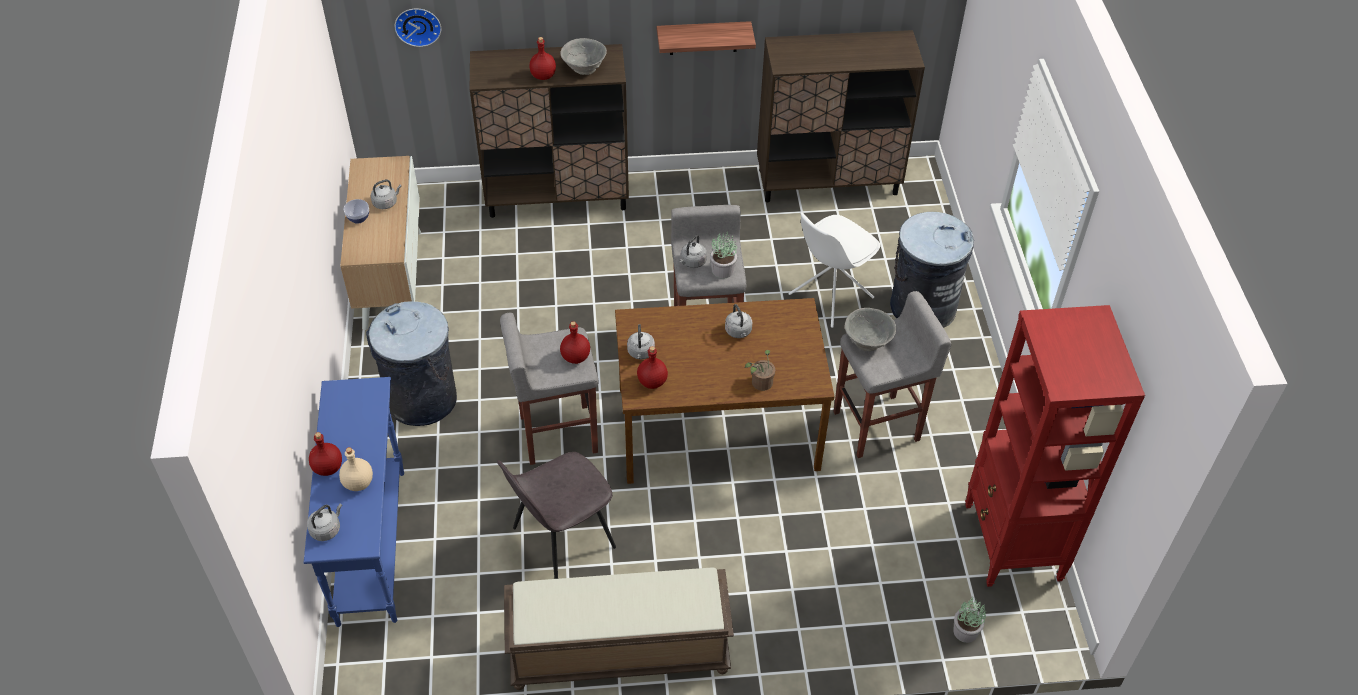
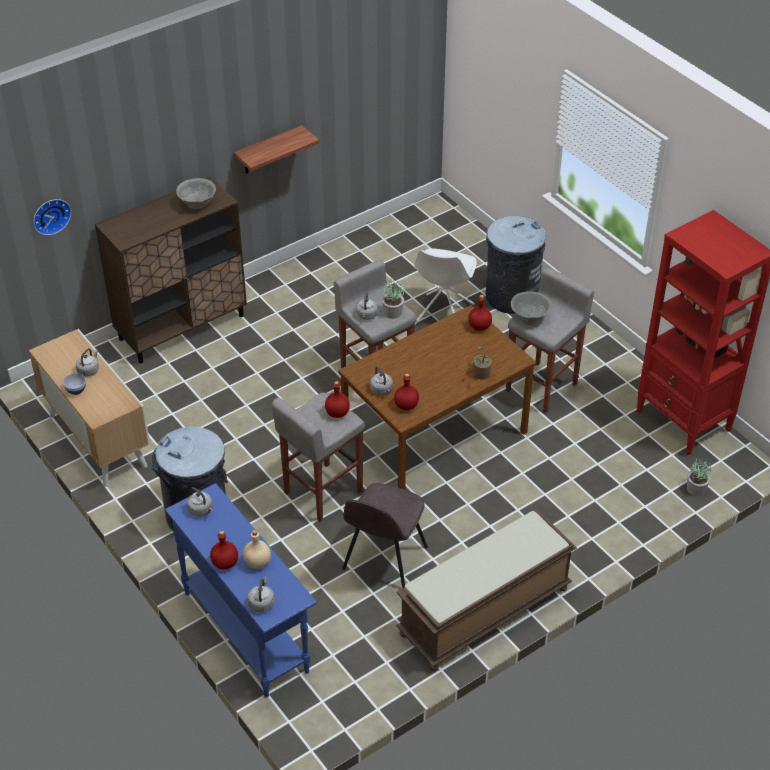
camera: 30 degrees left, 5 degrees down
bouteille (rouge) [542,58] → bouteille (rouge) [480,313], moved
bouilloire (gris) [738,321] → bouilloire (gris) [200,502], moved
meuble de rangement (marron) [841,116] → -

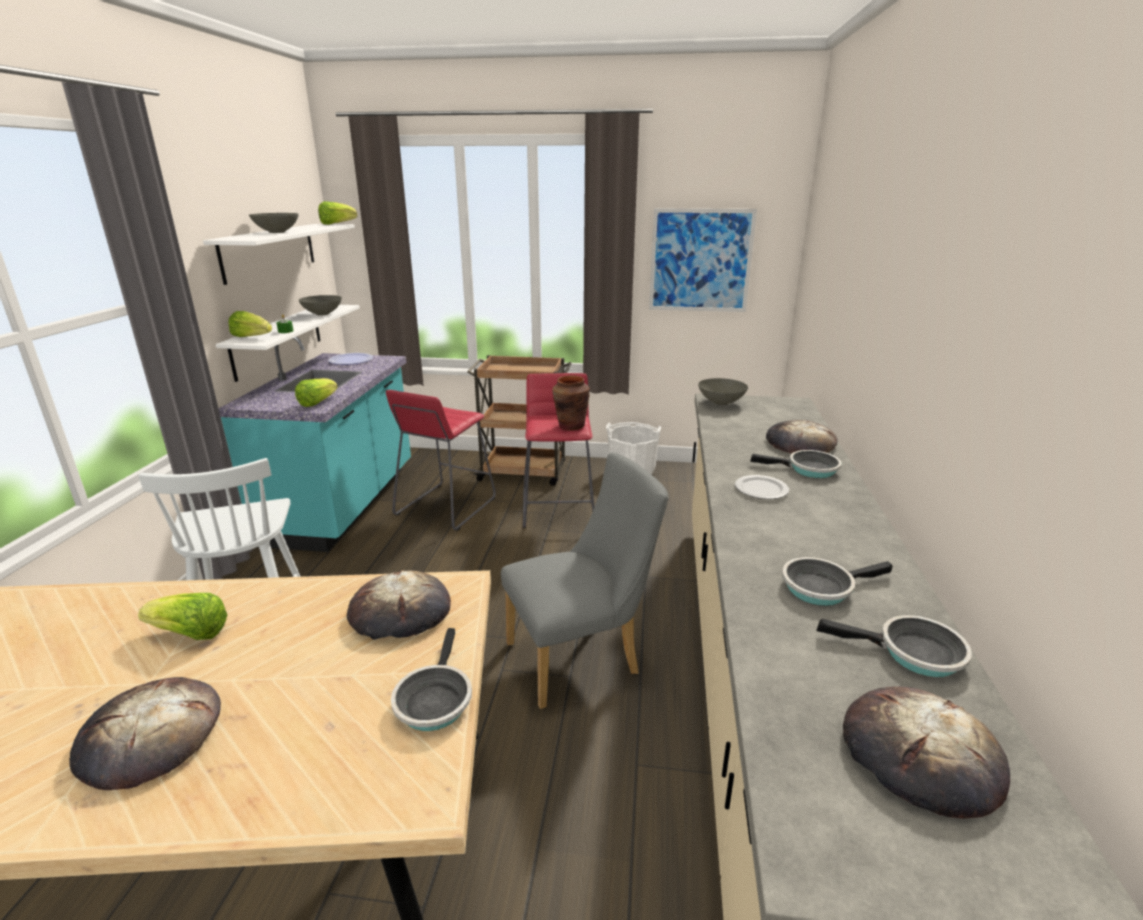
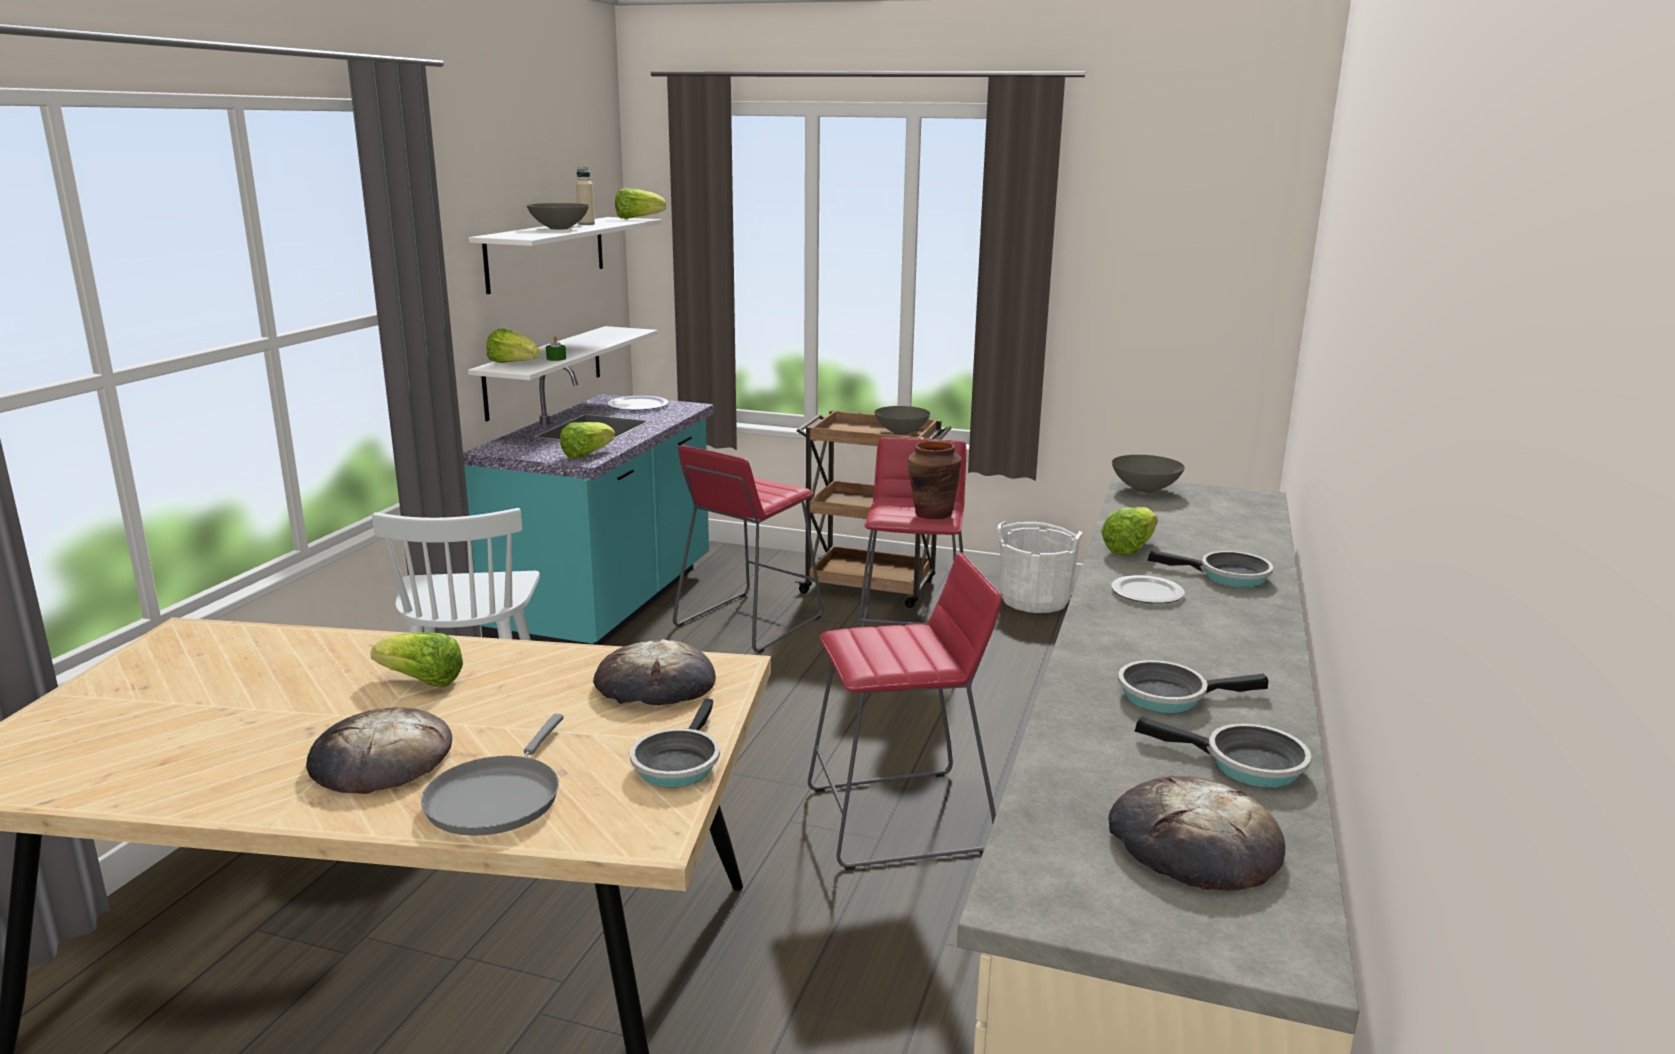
camera: 10 degrees right, 5 degrees down
bol (gris) [320,305] → bol (gris) [902,420], moved
chaise (gris) [585,580] → tabouret (rouge) [905,711]
tableau [703,260] → -
pain [801,436] → -
- → poêle (gris) [492,775]
- → bouteille (beige) [585,196]
- → laitue [1129,531]

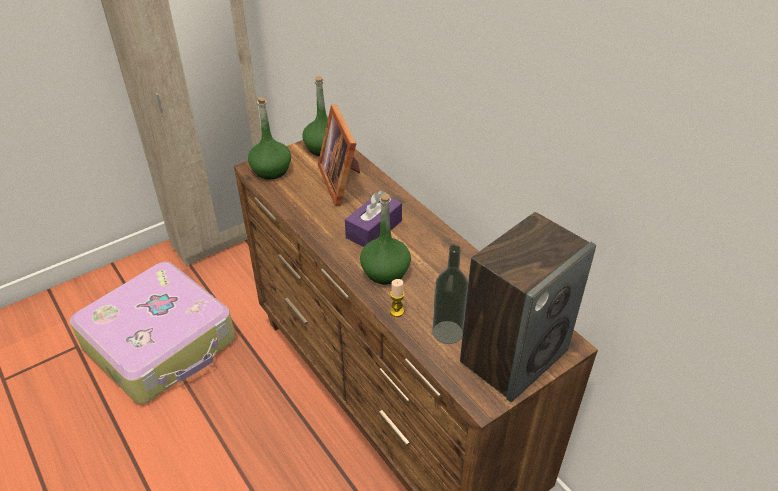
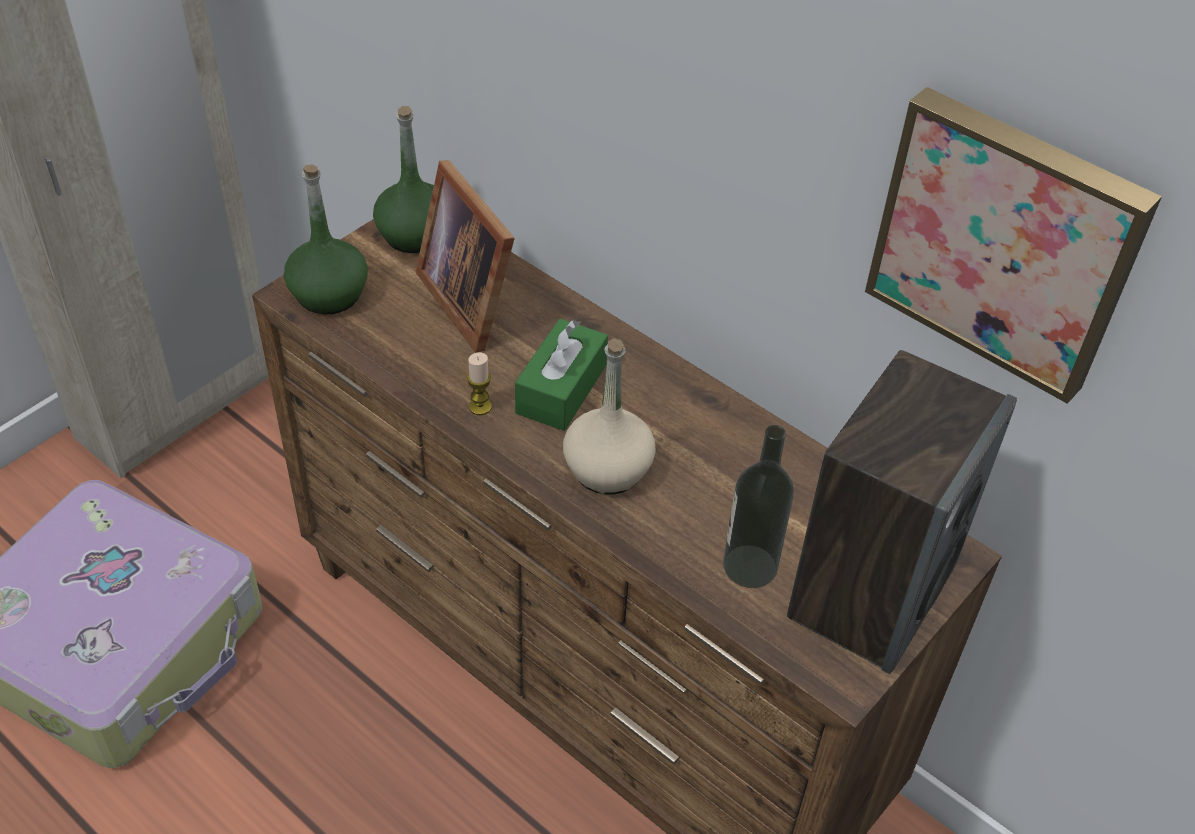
camera: 15 degrees left, 5 degrees up
boîte à mouchoirs (violet) [373,218] → boîte à mouchoirs (vert) [561,375]
bouteille (vert) [385,238] → bouteille (beige) [609,416]
bougie [397,298] → bougie [479,384], moved
- → tableau [1013,245]

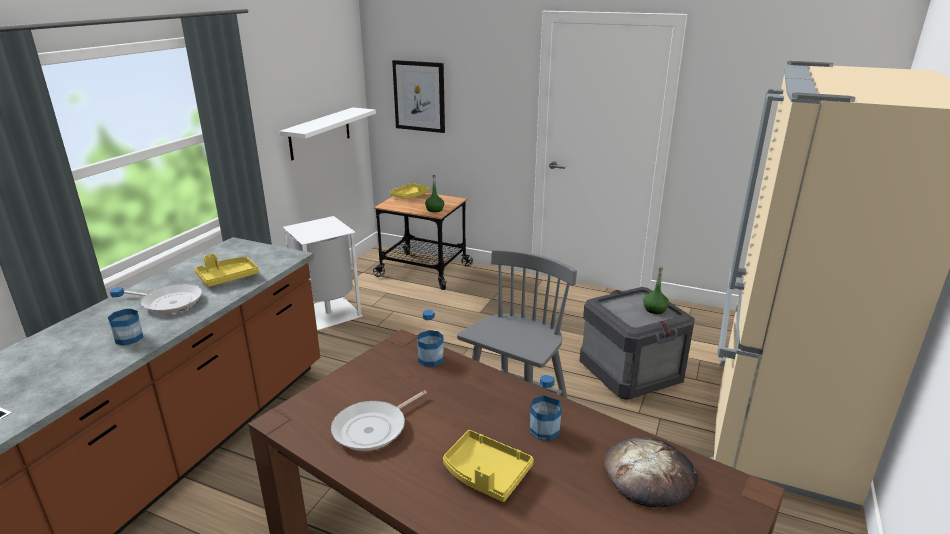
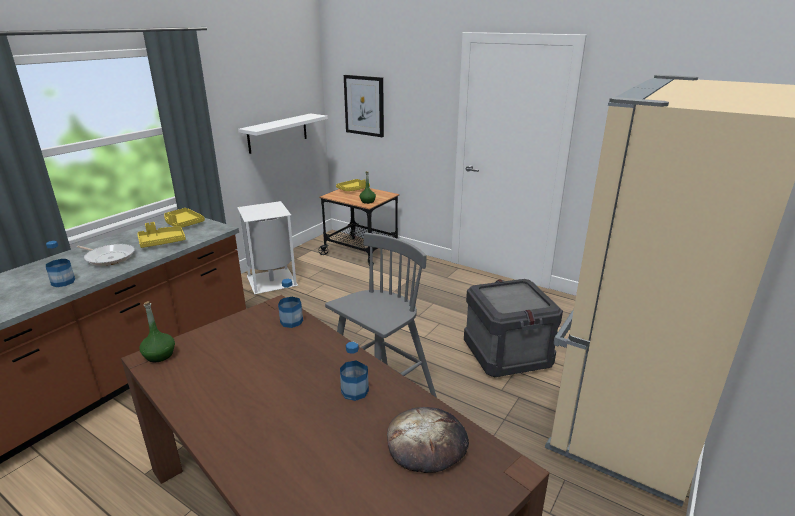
camera: 10 degrees right, 0 degrees up
poêle [379,420] → -
plateau (jaune) [488,466] → plateau (jaune) [184,218], moved
bouteille (vert) [656,290] → bouteille (vert) [157,331], moved

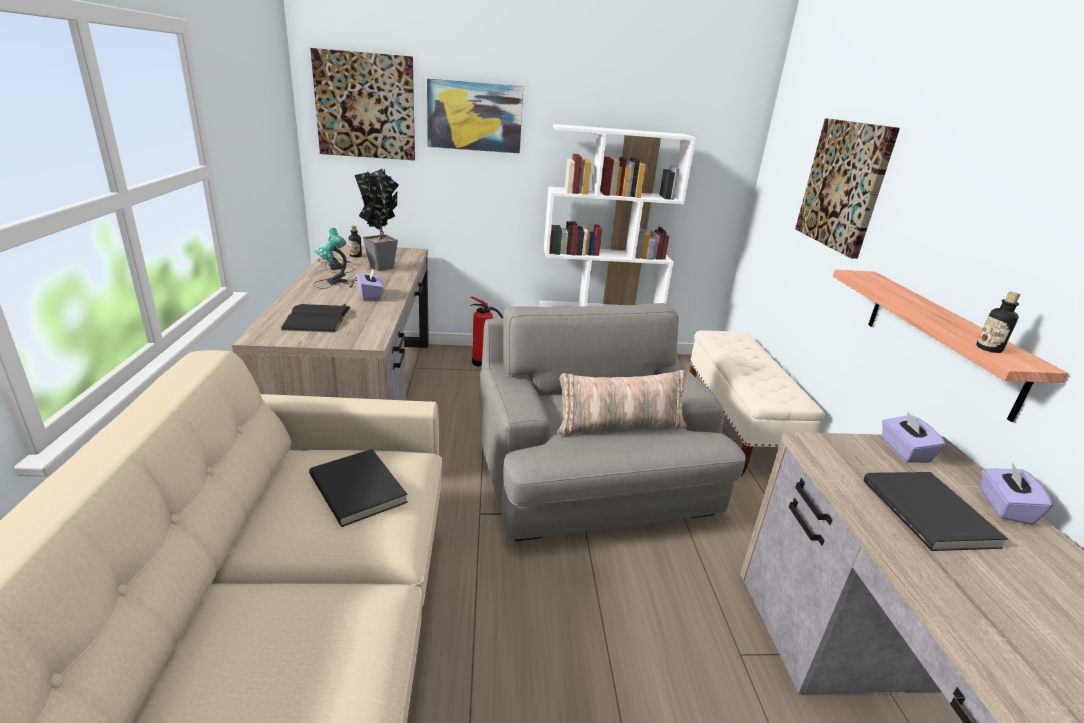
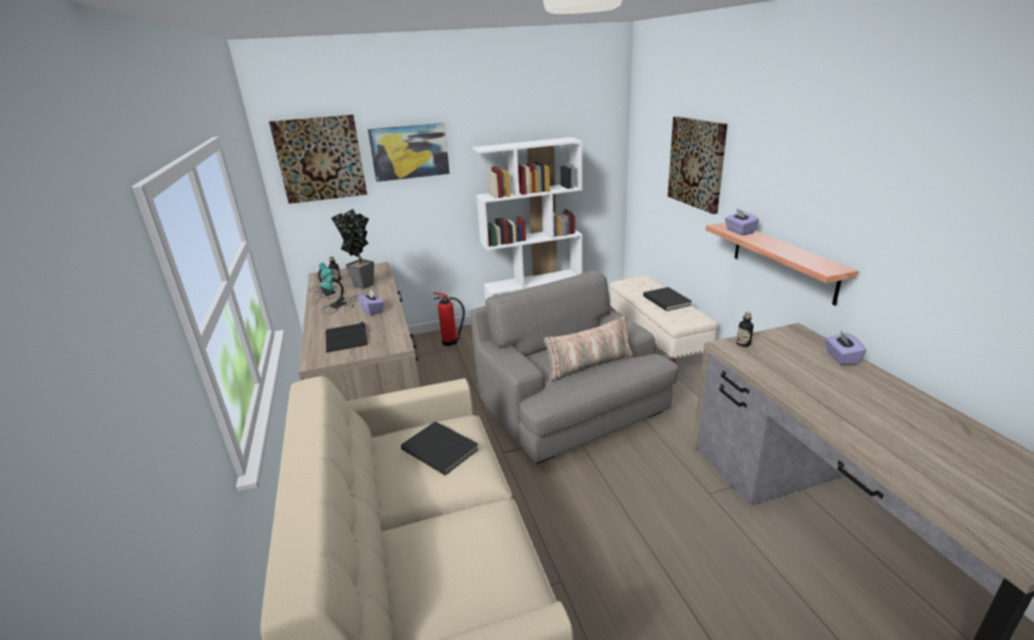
camera: 10 degrees left, 0 degrees up
livre (noir) [936,511] → livre (noir) [667,299], moved
boîte à mouchoirs (violet) [914,437] → boîte à mouchoirs (violet) [742,221], moved
bouteille [998,322] → bouteille [745,329], moved

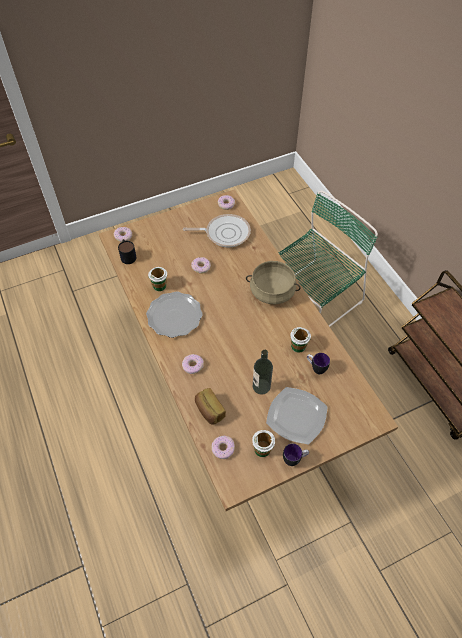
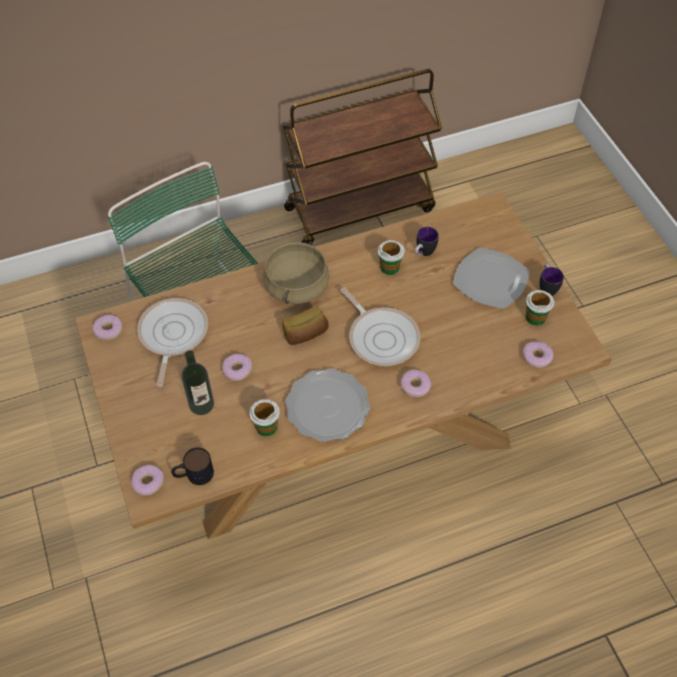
camera: 85 degrees left, 0 degrees up
pain [210,406] → pain [305,325], moved
bouteille [263,372] → bouteille [197,382], moved
- → poêle [380,326]

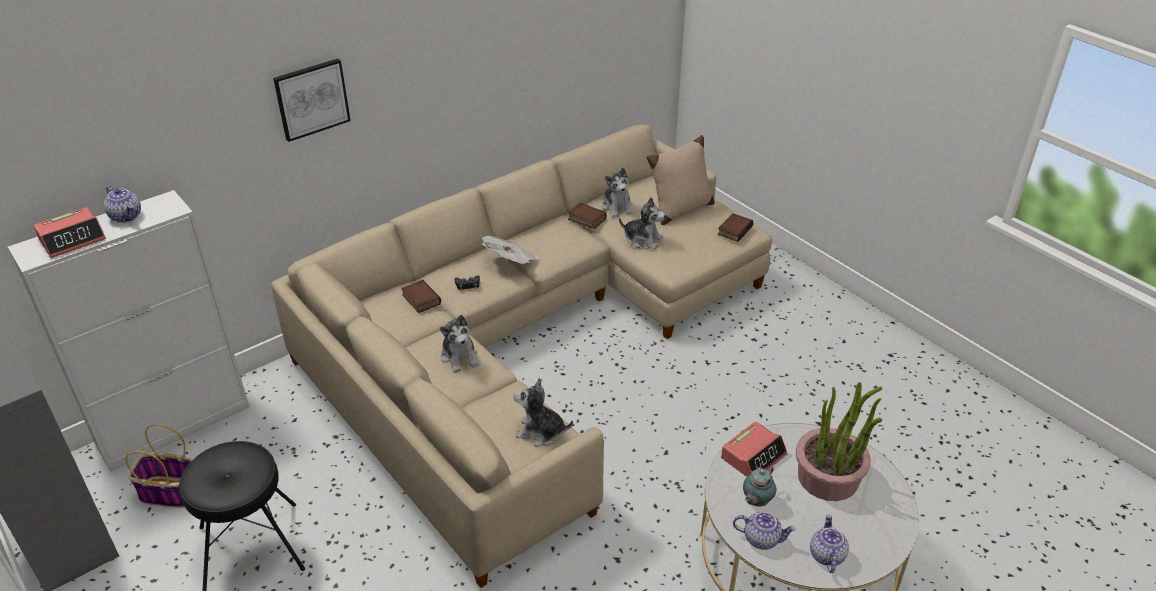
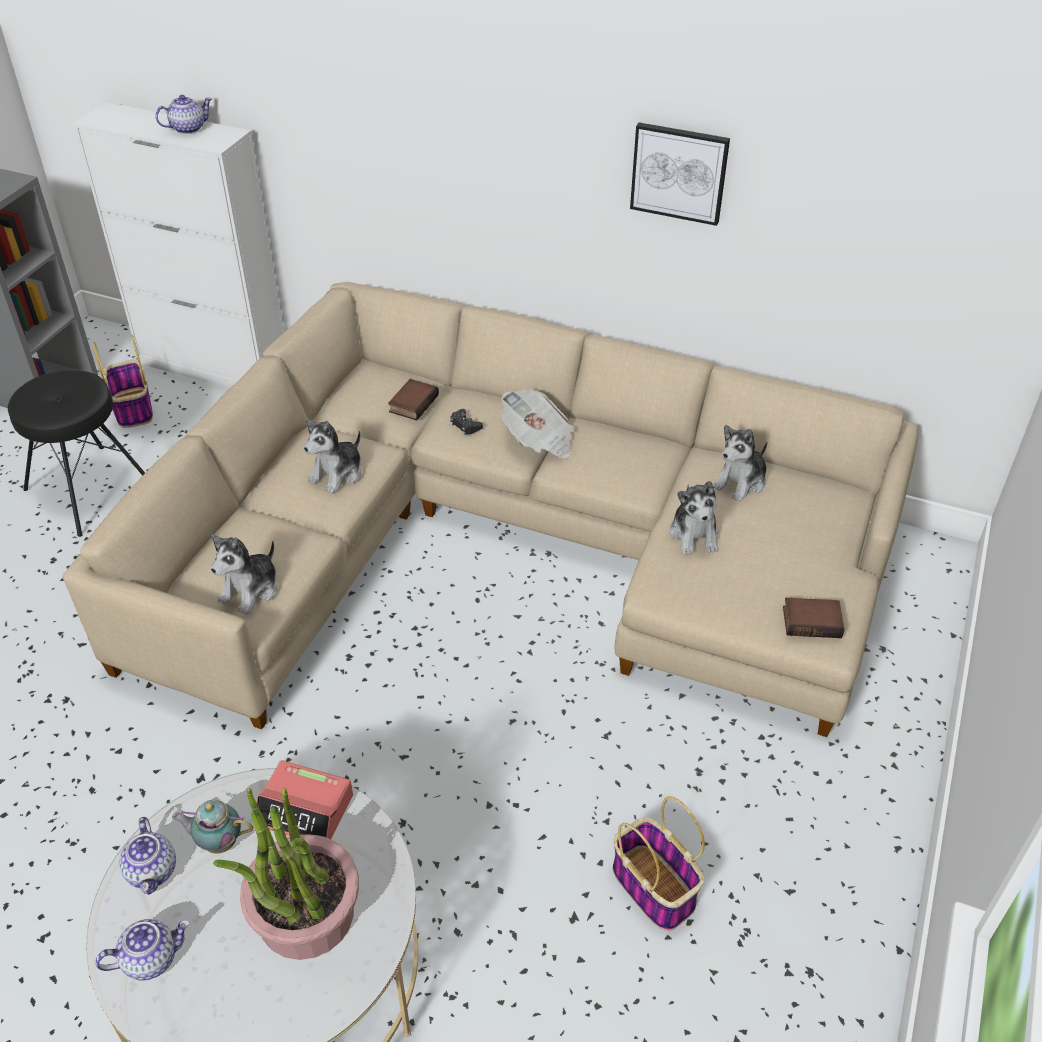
camera: 60 degrees right, 5 degrees up
réveil [70,232] → -
théière [122,204] → théière [183,114], 135 degrees counterclockwise
tableau [312,100] → tableau [680,174], moved
peluche [543,412] → peluche [244,575], 135 degrees counterclockwise
livre [587,216] → -
coussin (beige) [681,180] → -
- → panier [659,863]

